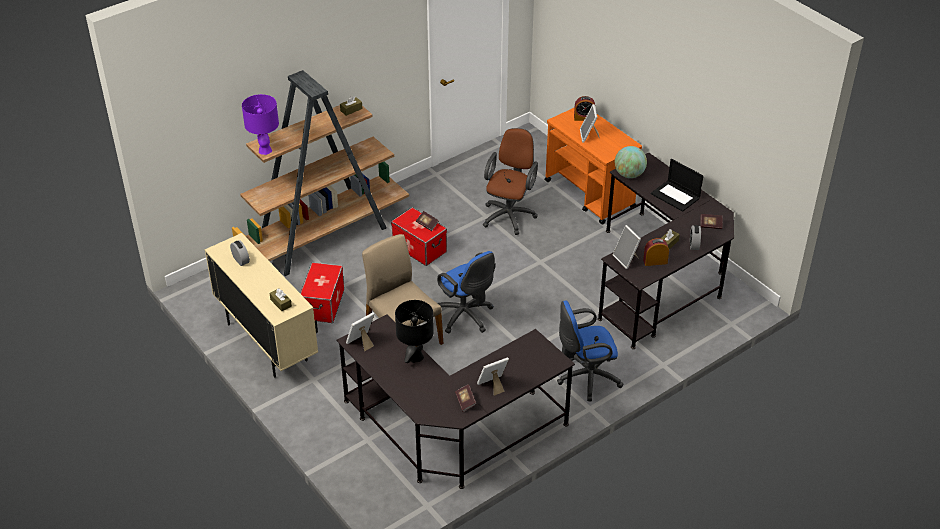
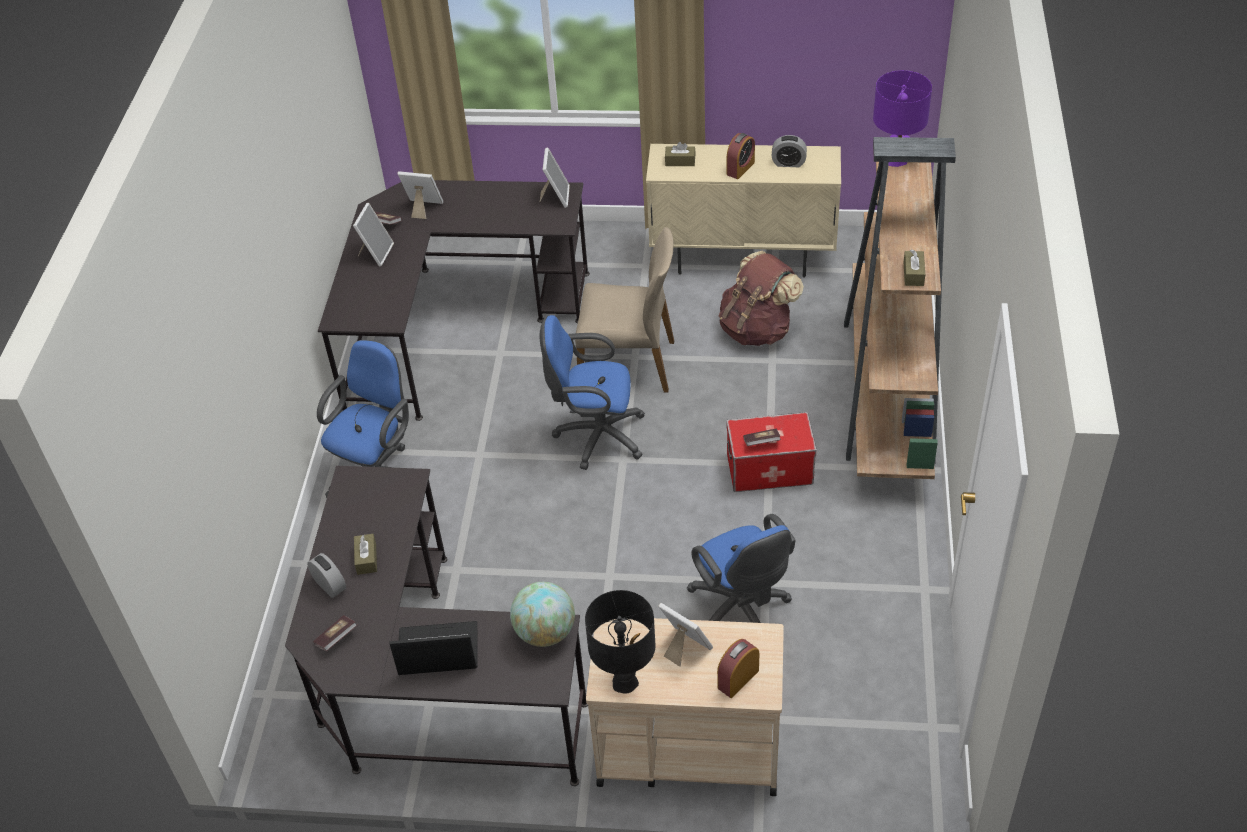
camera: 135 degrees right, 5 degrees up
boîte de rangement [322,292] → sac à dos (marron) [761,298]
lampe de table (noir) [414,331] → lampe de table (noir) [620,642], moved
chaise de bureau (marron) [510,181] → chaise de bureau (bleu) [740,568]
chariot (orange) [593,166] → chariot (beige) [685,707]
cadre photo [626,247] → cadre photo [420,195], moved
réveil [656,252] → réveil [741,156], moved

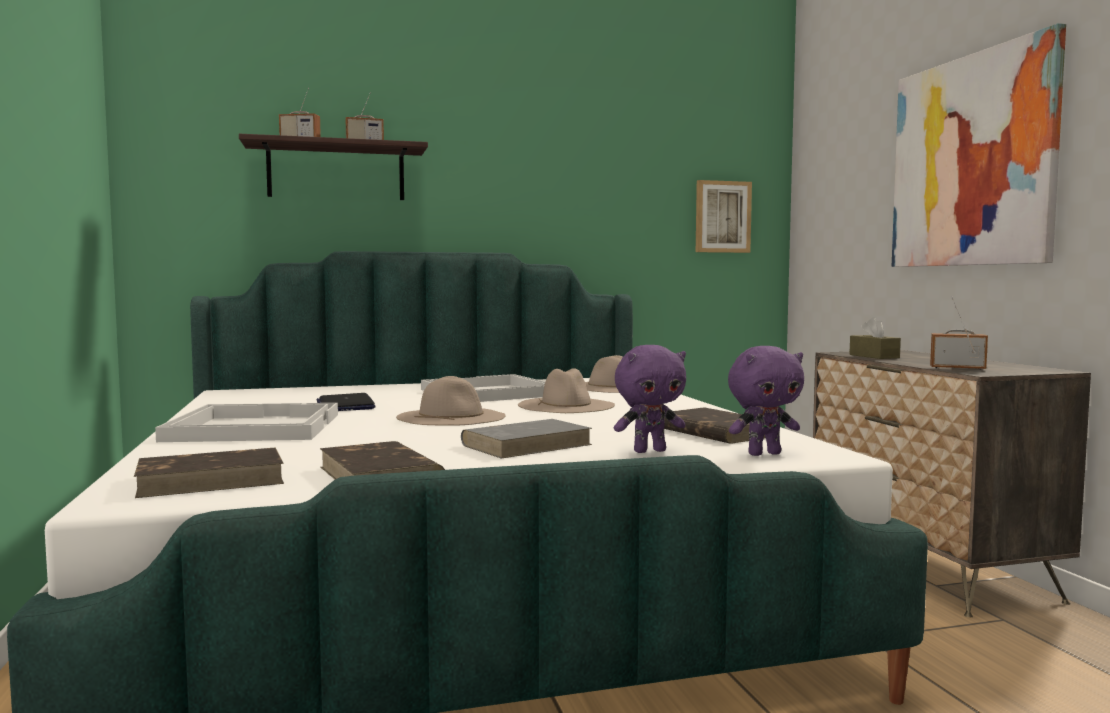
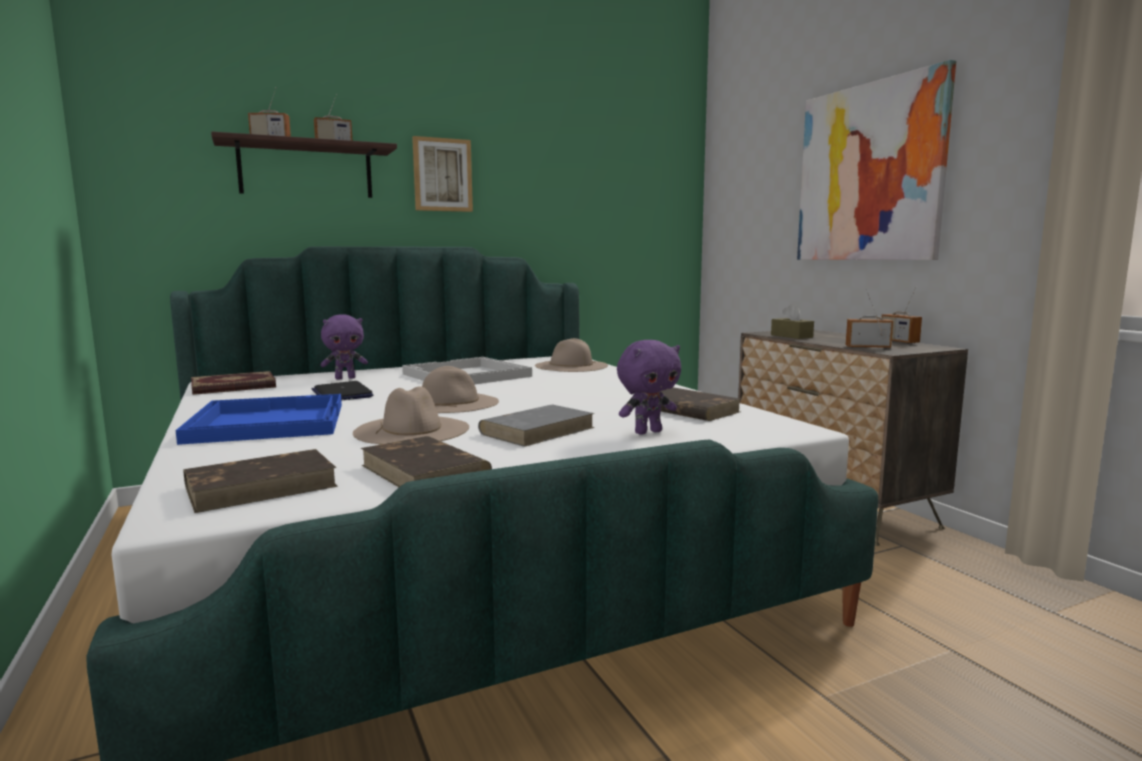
camera: 10 degrees left, 5 degrees up
plateau (blanc) [246,422] → plateau (bleu) [259,419]
chapeau (beige) [566,390] → chapeau (beige) [411,415], moved
tableau [724,216] → tableau [442,174], moved
peluche (violet) [766,401] → peluche (violet) [344,347], moved
- → livre [233,383]
- → radio [901,315]

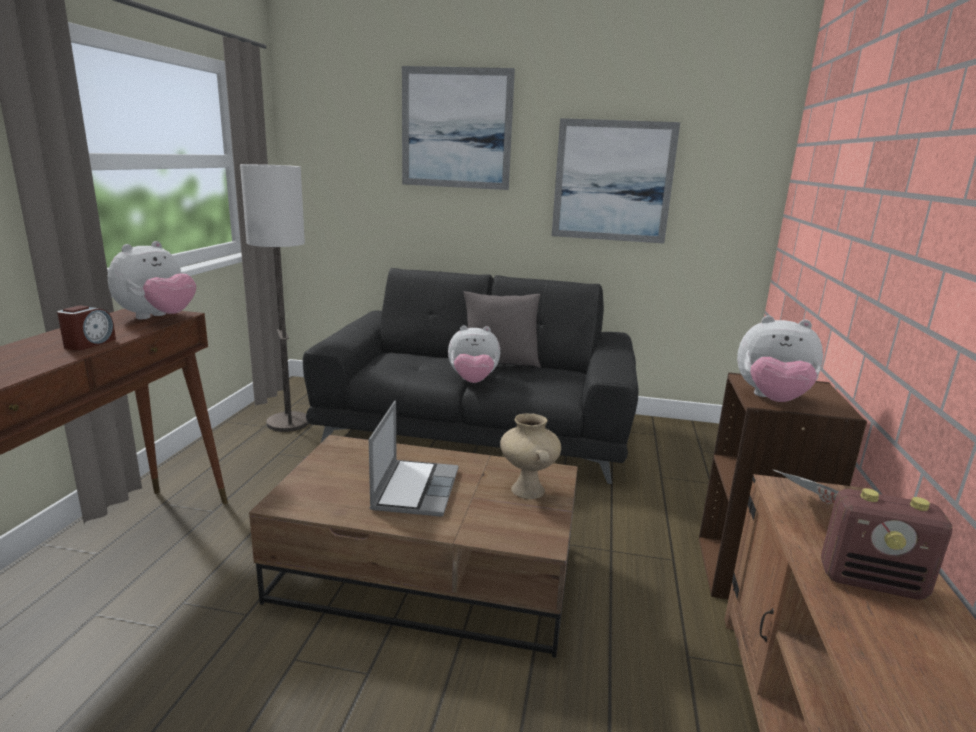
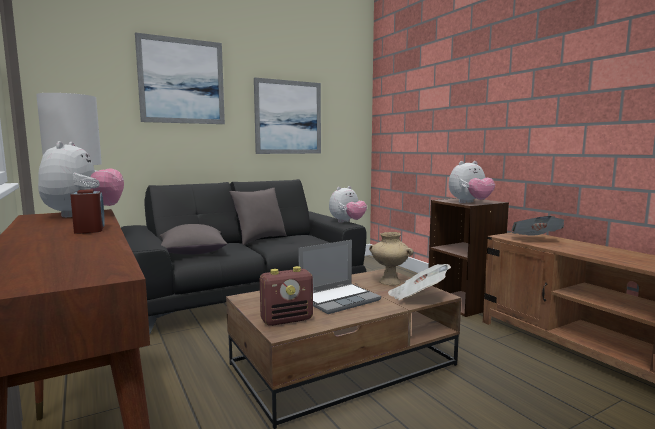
camera: 40 degrees left, 10 degrees down
ordinateur portable [414,459] → ordinateur portable [339,277], 90 degrees clockwise
peluche [474,354] → peluche [348,204], moved
radio [886,544] → radio [286,296], moved
- → coussin (gris) [194,239]
- → journal [419,282]

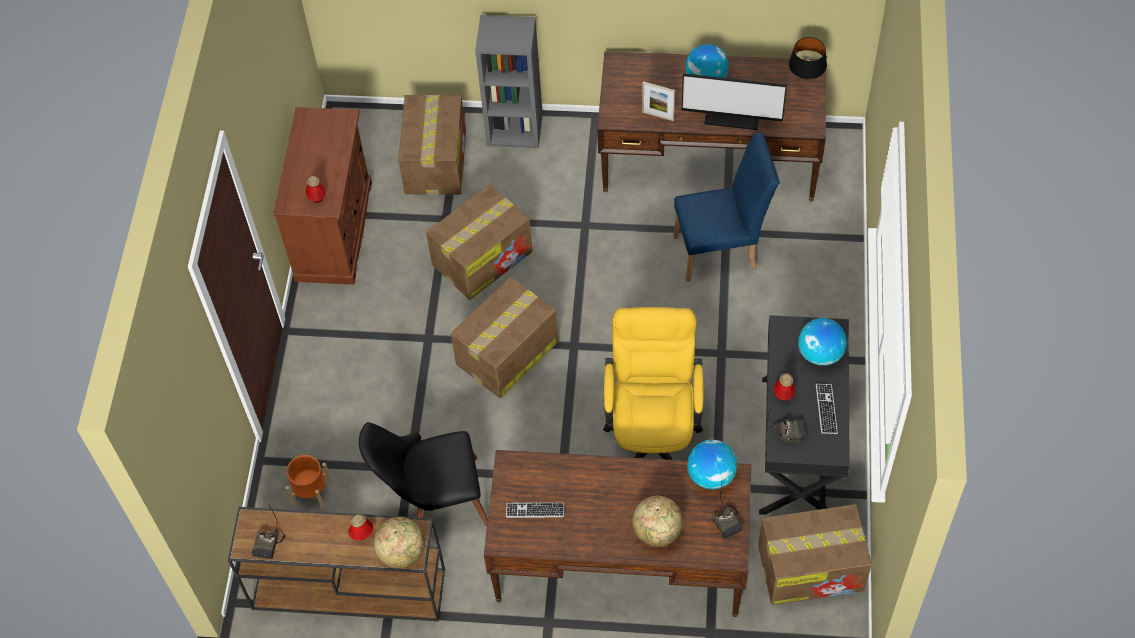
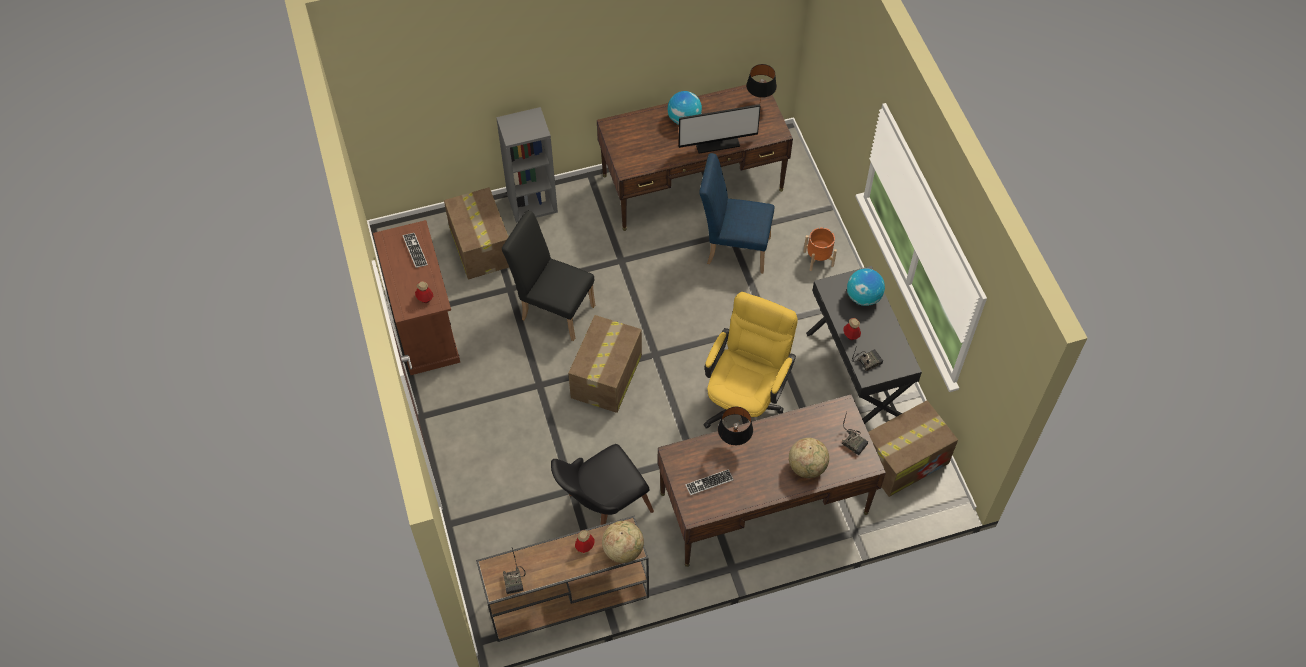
camera: 25 degrees left, 0 degrees up
cache-pot (orange) [308,482] → cache-pot (orange) [820,249], moved
carton [479,242] → chaise (noir) [548,276]
chaise de bureau (jaune) [653,383] → chaise de bureau (jaune) [751,360], 45 degrees clockwise
cadre photo [658,101] → -
chaise (bleu) [726,207] → chaise (bleu) [736,213], 135 degrees counterclockwise
globe [712,464] → -
clavier [827,409] → clavier [415,250], moved
- → lampe de table (noir) [735,426]

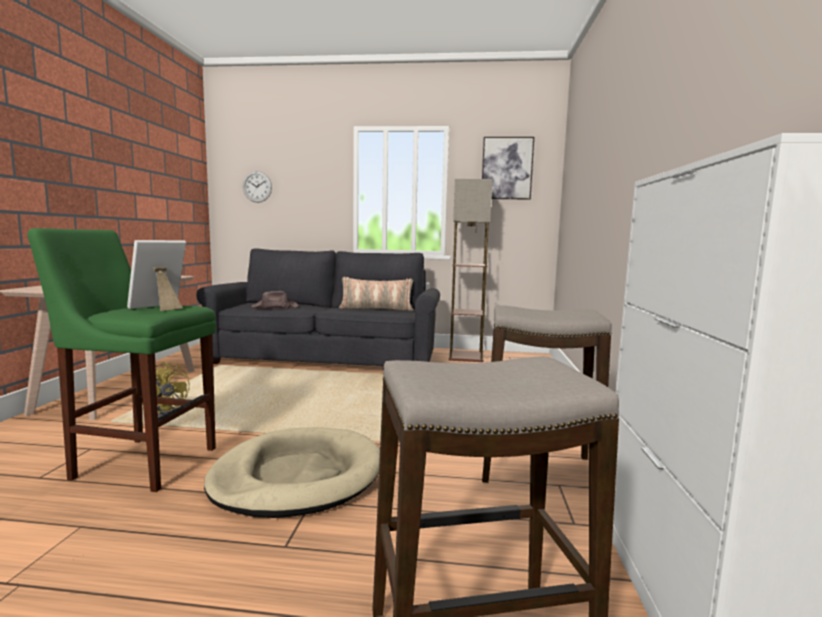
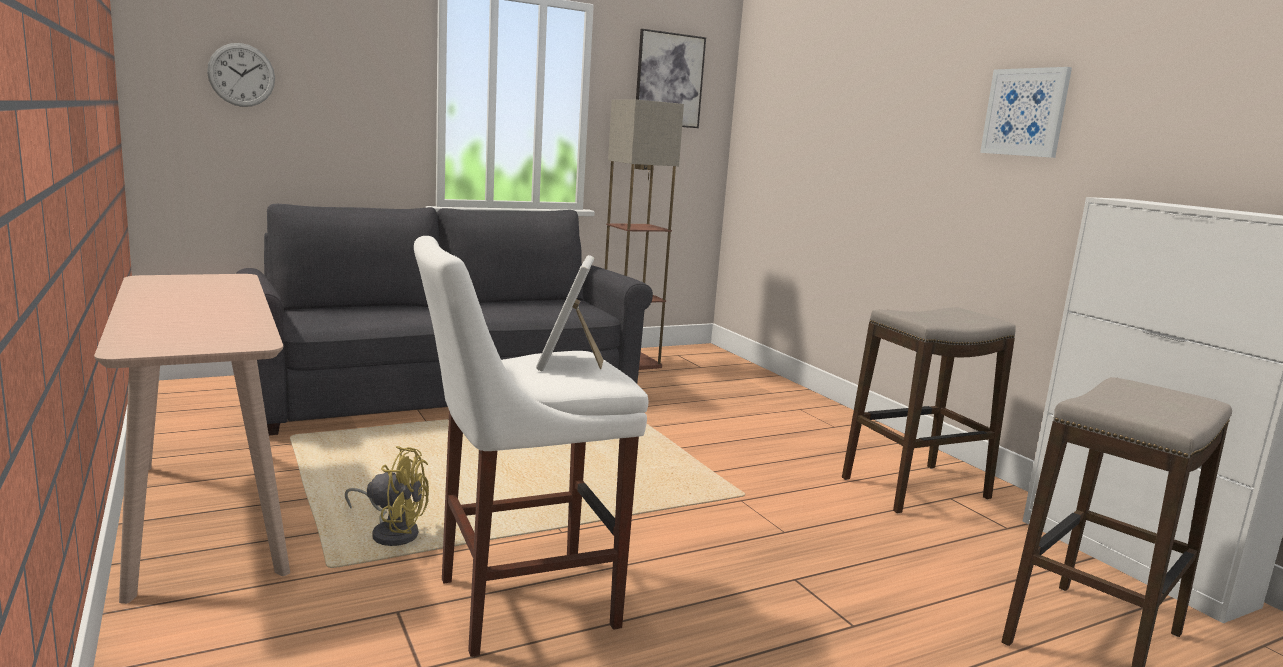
camera: 35 degrees left, 5 degrees up
tabouret (vert) [122,360] → tabouret (blanc) [531,446]
panier pour chien (beige) [292,472] → -
chapeau (marron) [274,300] → -
coussin [376,294] → -
- → tableau [1026,112]

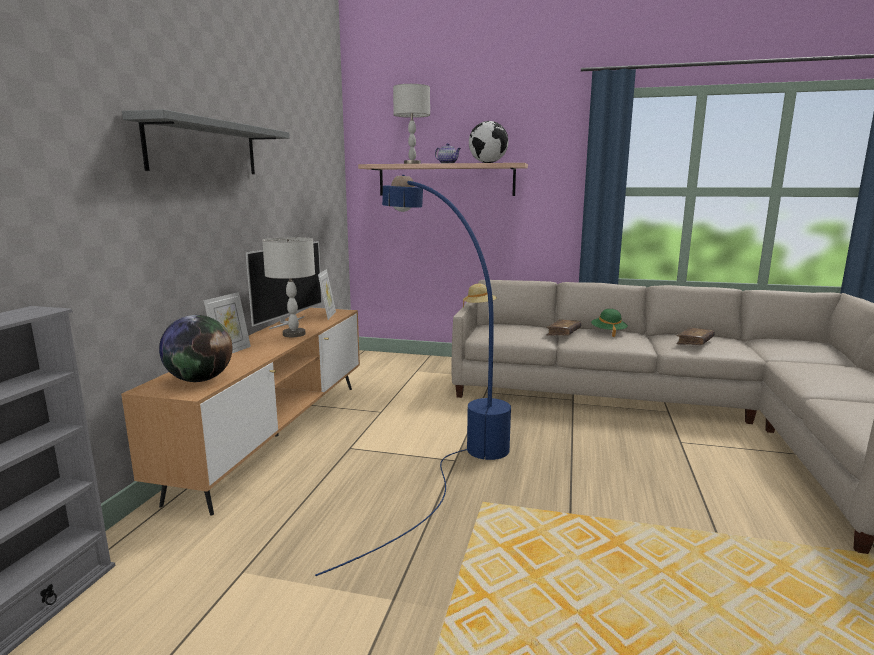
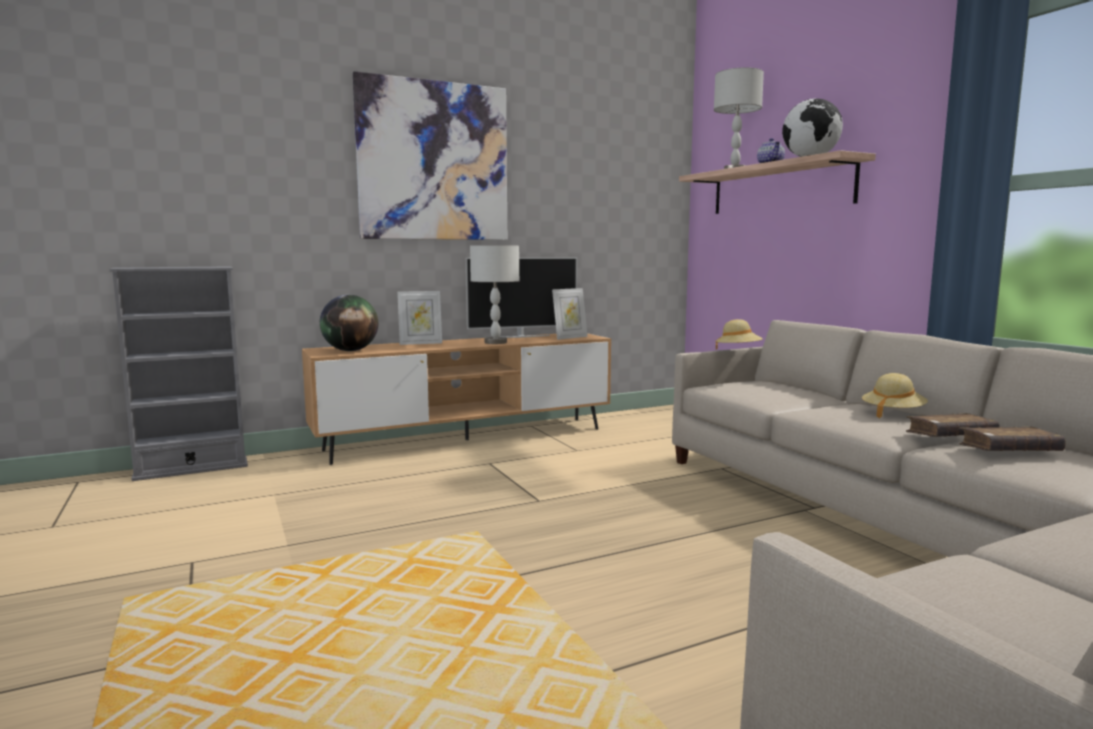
camera: 50 degrees right, 5 degrees down
étagère (gris) [206,141] → tableau [430,155]
lampadaire (bleu) [413,375] → -
livre (marron) [563,327] → livre (marron) [952,425], moved
chapeau (vert) [609,323] → chapeau (beige) [895,395]

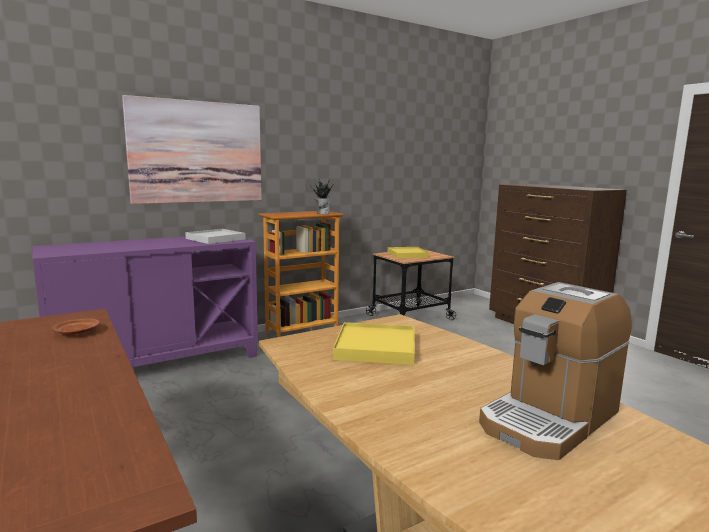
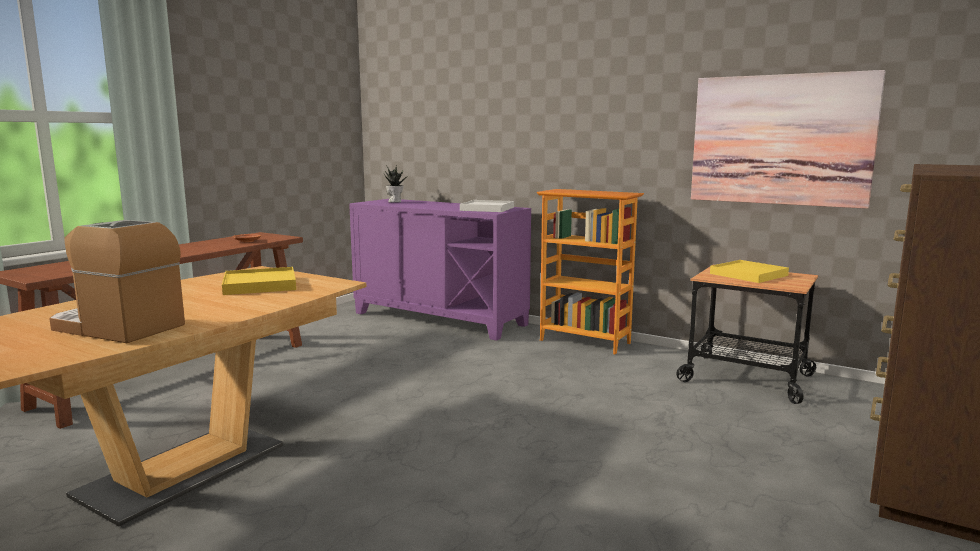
camera: 65 degrees right, 0 degrees up
tableau [192,149] → tableau [788,139], moved
plante en pot [321,196] → plante en pot [396,184], moved

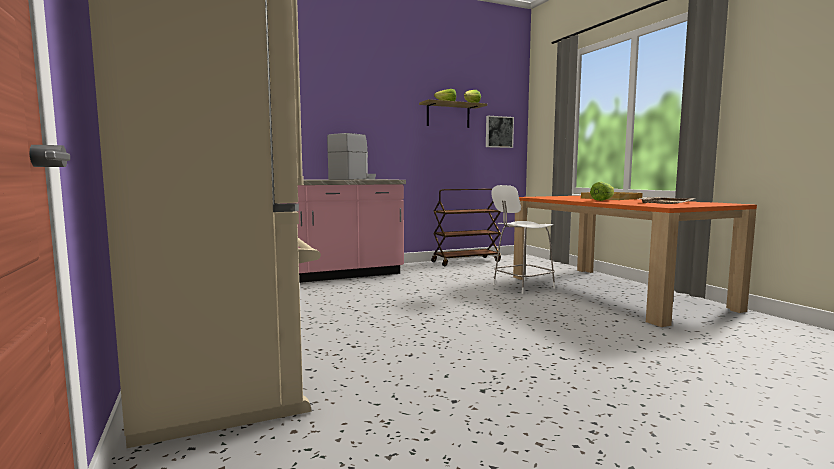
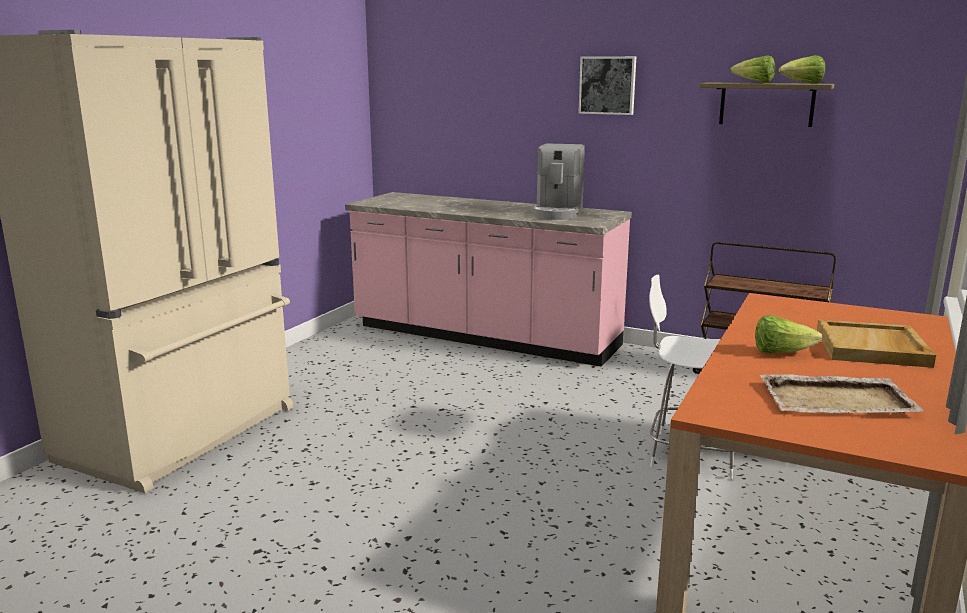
camera: 50 degrees right, 10 degrees up
machine à café [351,156] → machine à café [559,181], 105 degrees clockwise
tableau [500,132] → tableau [607,85], moved

